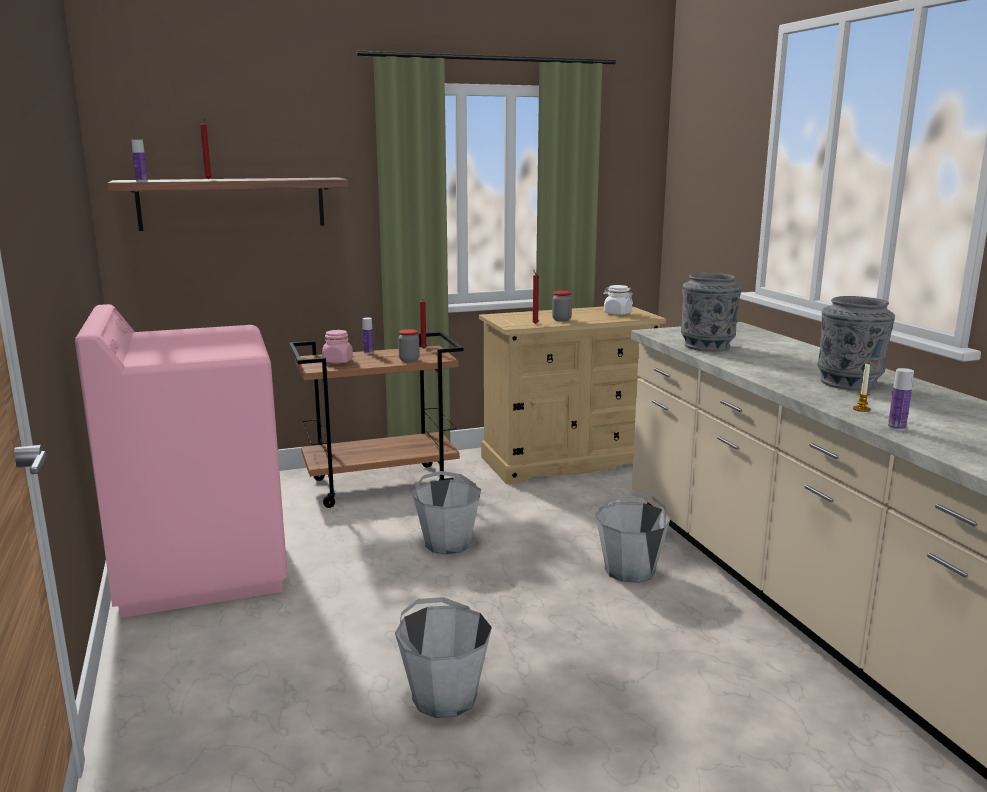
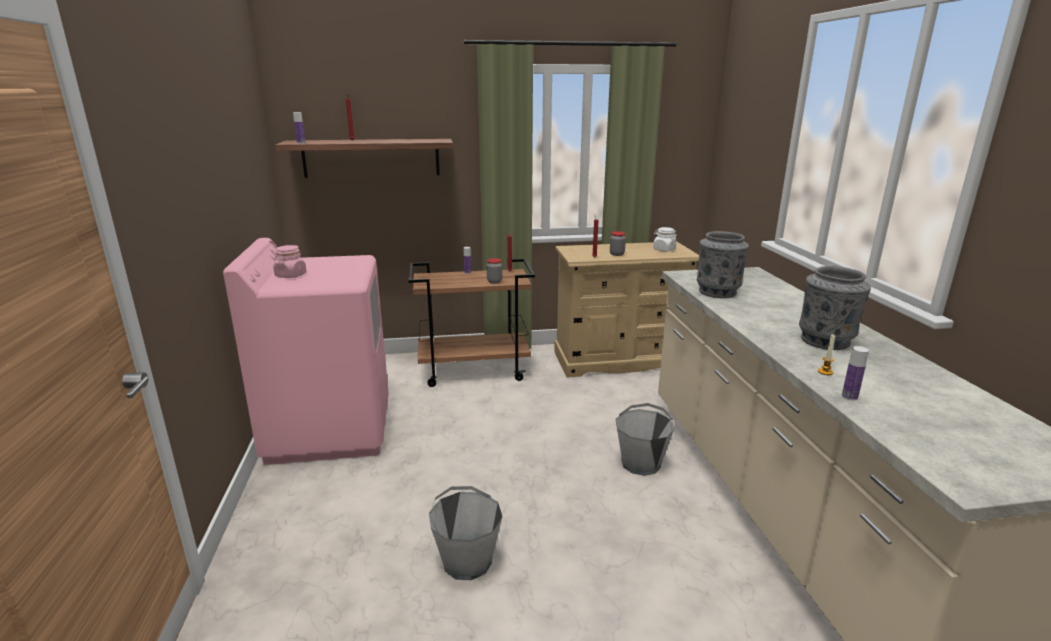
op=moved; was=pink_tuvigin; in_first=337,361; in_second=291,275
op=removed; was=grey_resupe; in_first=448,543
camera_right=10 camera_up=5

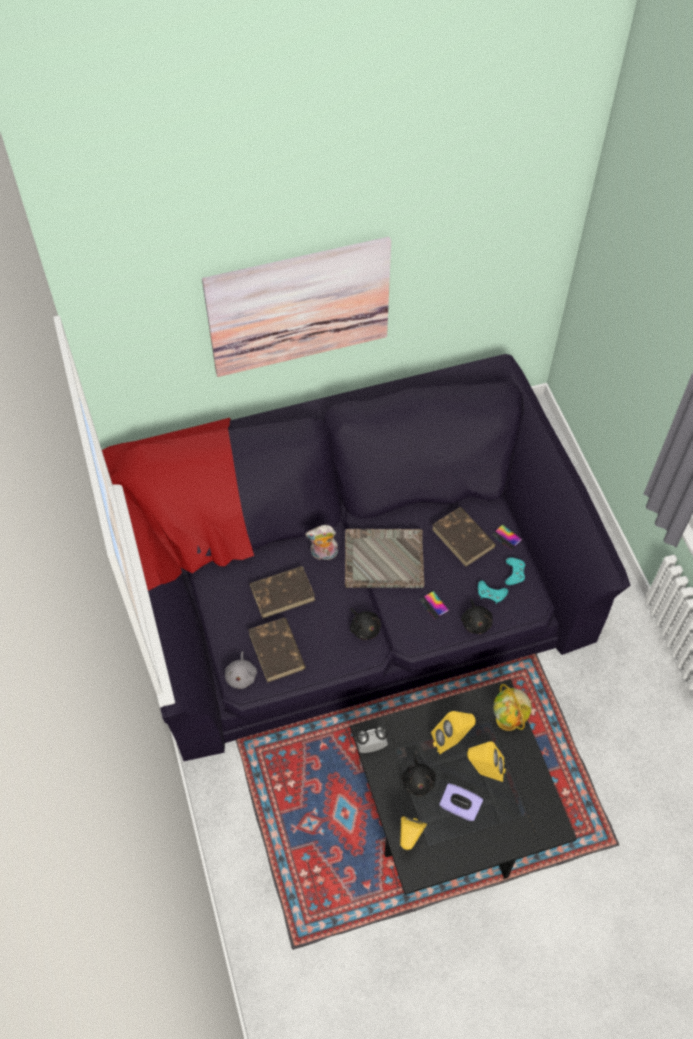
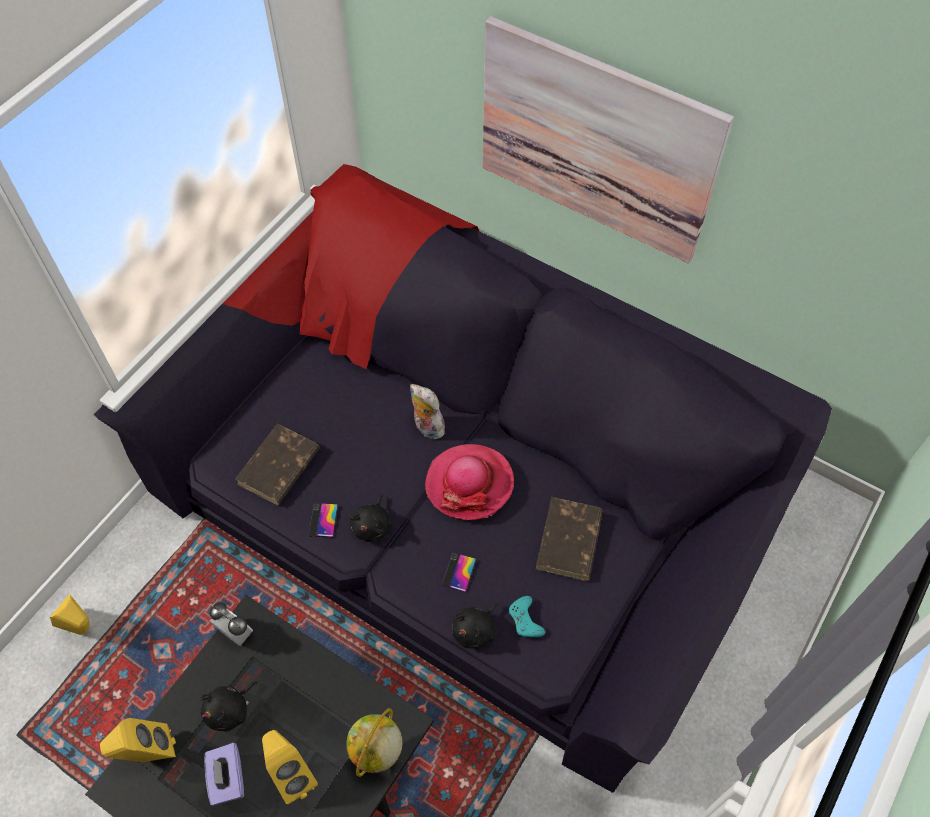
op=moved; was=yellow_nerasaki; in_first=451,741; in_second=83,629
op=moved; was=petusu; in_first=506,537; in_second=323,520
op=replaced; was=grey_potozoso; now=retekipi; in_first=383,559; in_second=469,483
op=removed; was=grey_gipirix; in_first=241,676
op=removed; was=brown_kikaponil; in_first=283,593
op=removed; was=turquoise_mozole; in_first=514,573
camera_right=50 camera_up=0

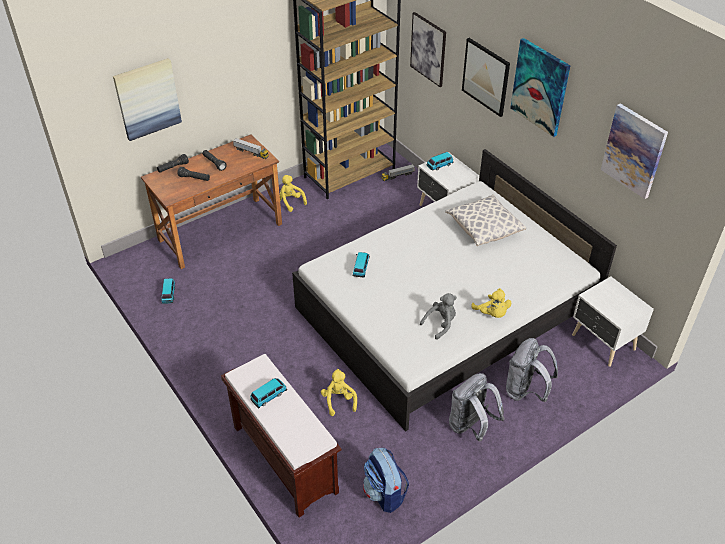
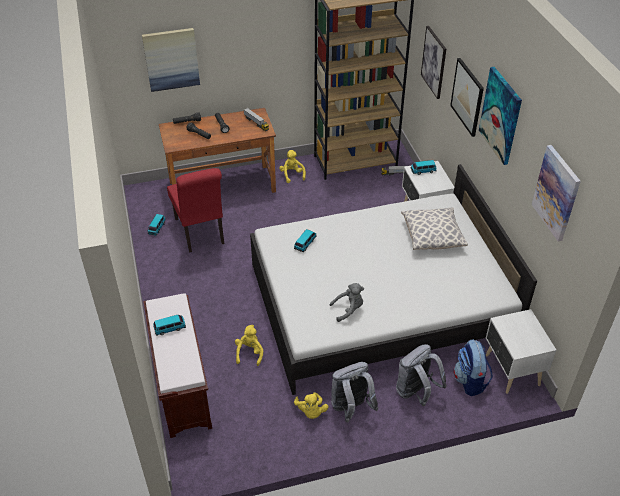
op=added; now=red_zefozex; in_second=201,233
op=moved; was=yellow_gipirix; in_first=492,313; in_second=311,412
op=moved; was=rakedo; in_first=384,493; in_second=470,381
camera_right=20 camera_up=0

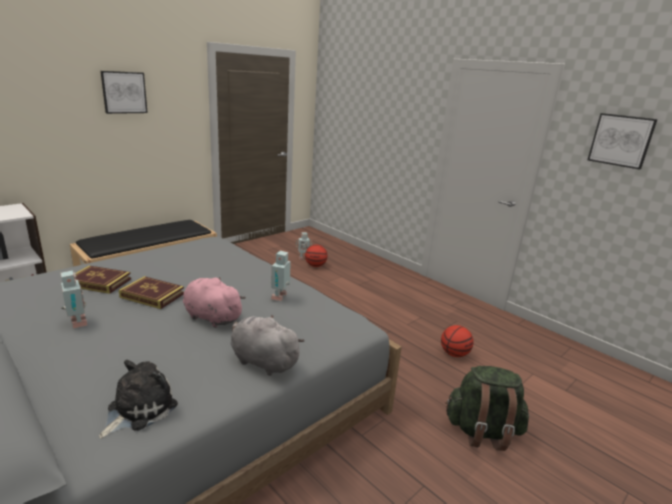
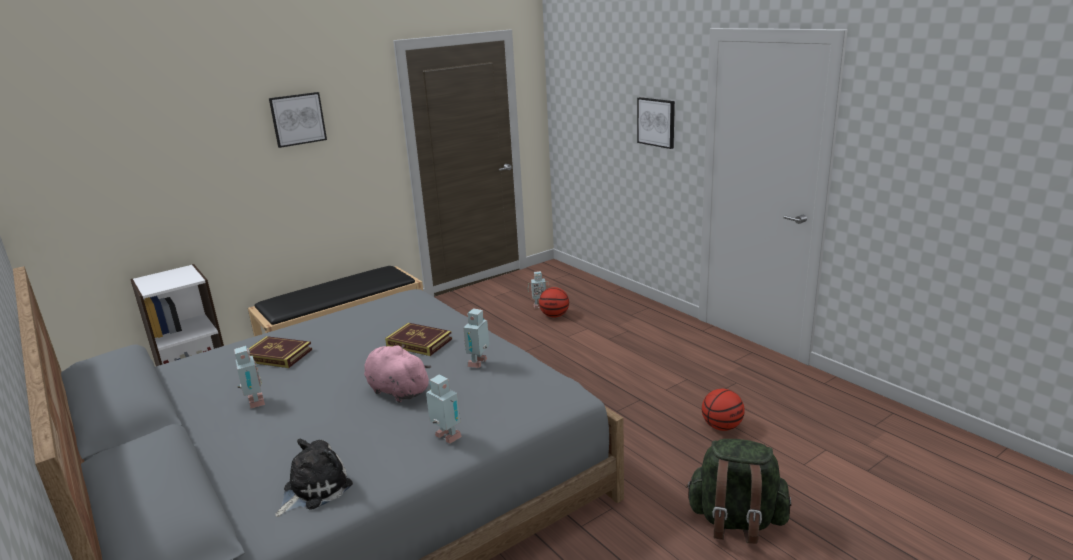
op=moved; was=kikaponil; in_first=152,295; in_second=419,342
op=replaced; was=grey_gipirix; now=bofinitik; in_first=262,361; in_second=447,438
op=moved; was=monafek; in_first=621,140; in_second=656,122
camera_right=10 camera_up=0

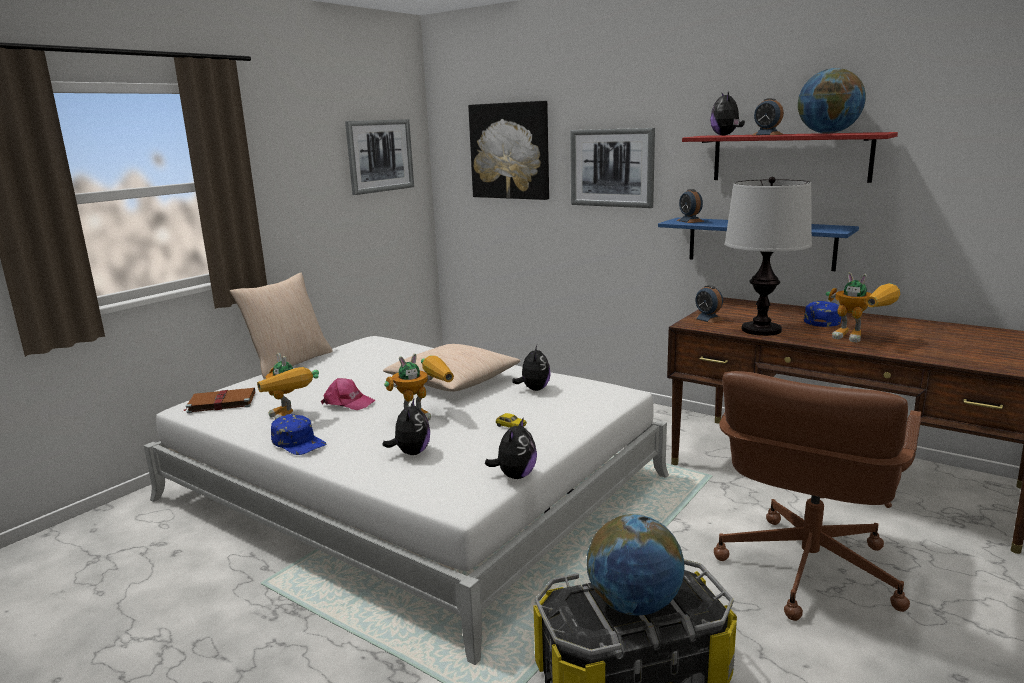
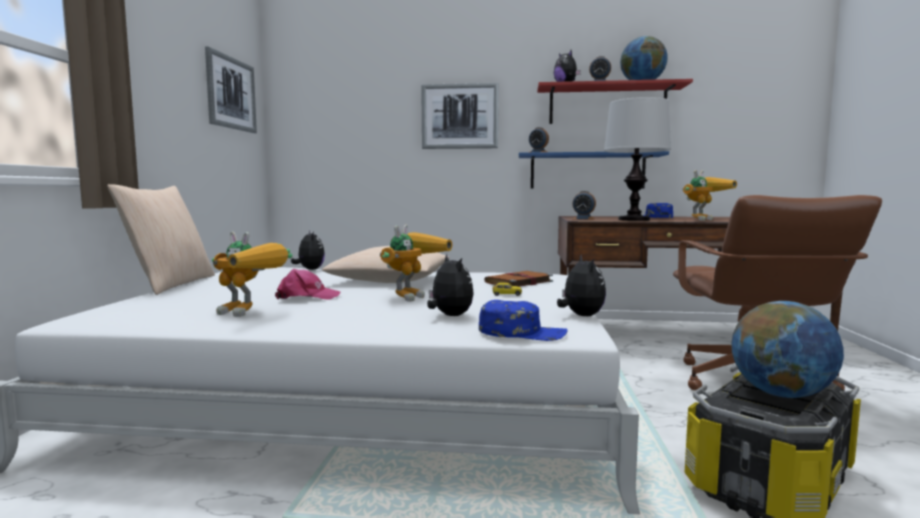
op=moved; was=gipirix; in_first=534,389; in_second=309,269
op=moved; was=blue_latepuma; in_first=299,442; in_second=522,332
op=moved; was=brown_kikaponil; in_first=220,403; in_second=518,282
op=turned; was=bofinitik; in_first=861,339; in_second=703,219; clockwise=-45
op=removed; was=monafek; in_first=510,151
camera_right=-30 camera_up=-10

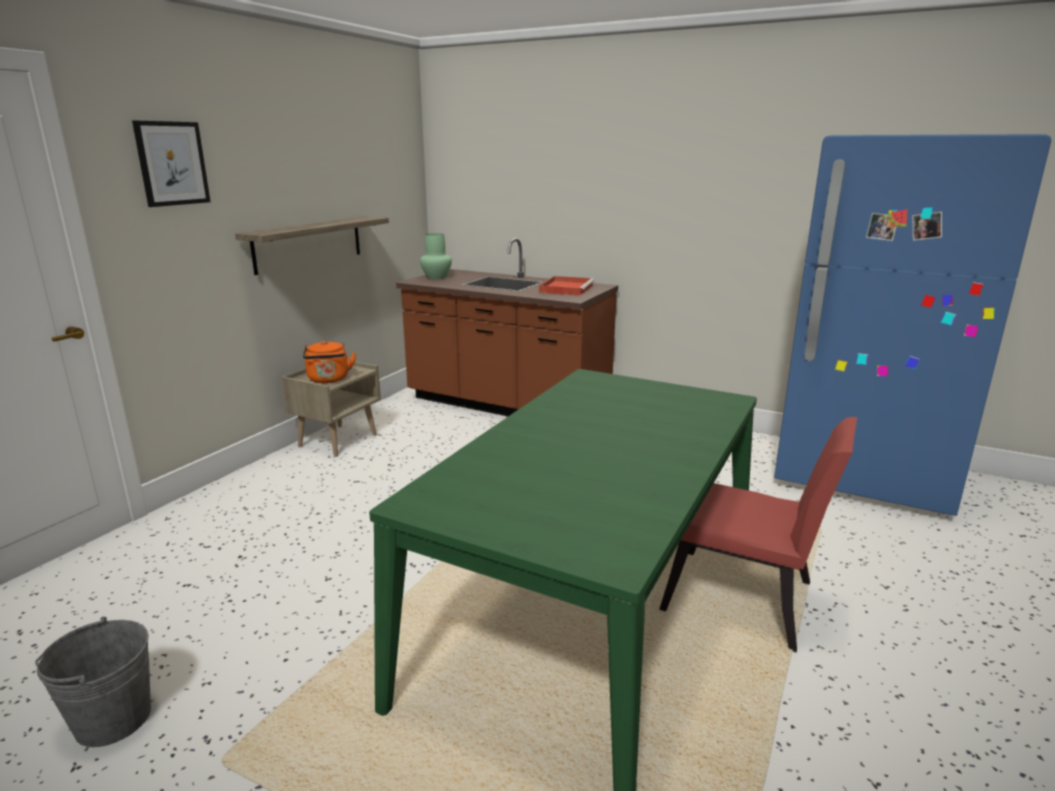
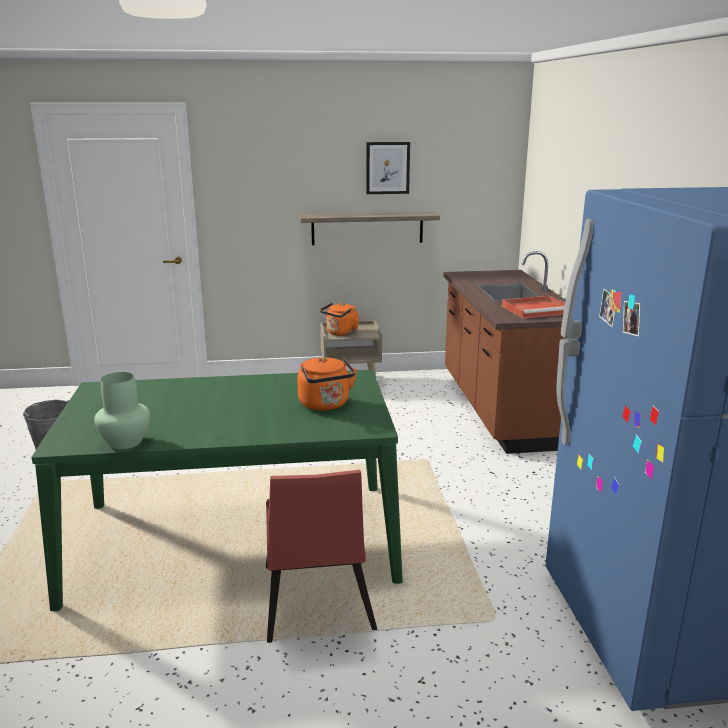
op=moved; was=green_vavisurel; in_first=436,277; in_second=125,442
op=added; now=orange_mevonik; in_second=325,405
op=moved; was=monafek; in_first=172,163; in_second=387,168
camera_right=55 camera_up=0

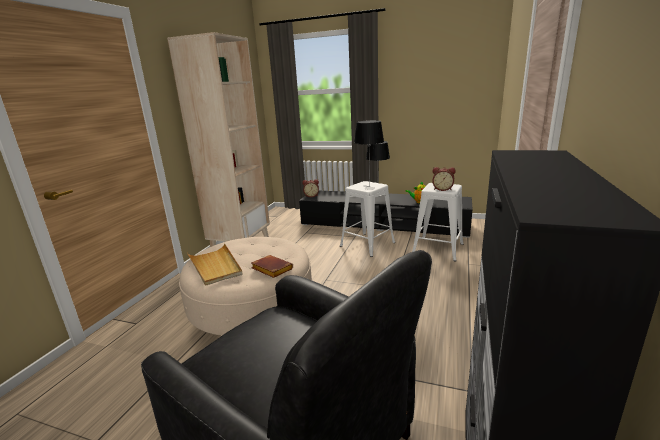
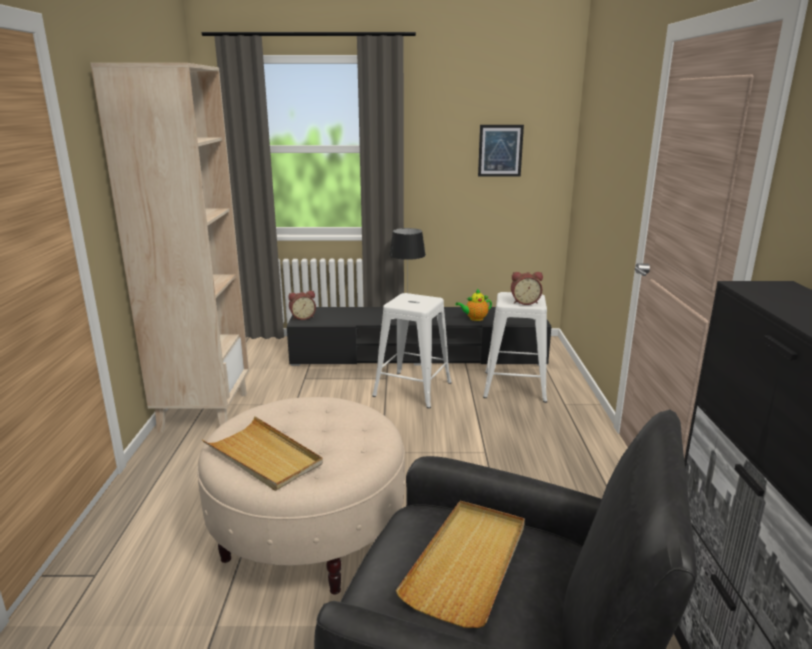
op=added; now=beige_potozoso; in_second=468,563
op=added; now=monafek; in_second=500,150
op=removed; was=brown_kikaponil; in_first=270,269
op=removed; was=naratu; in_first=369,188
camera_right=-20 camera_up=0

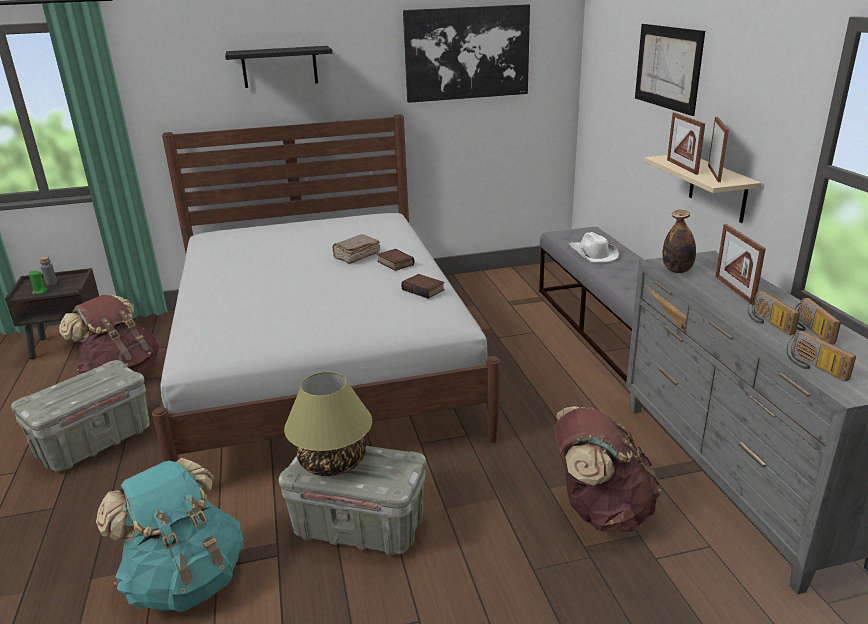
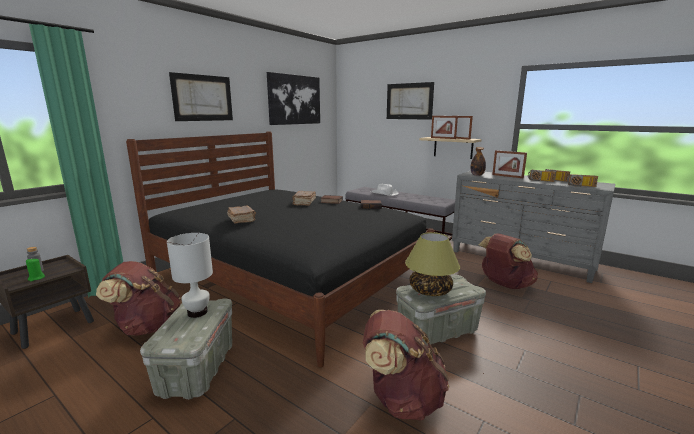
op=recoloured; was=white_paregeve; now=black_paregeve; in_first=322,364; in_second=290,277
op=added; now=white_naratu; in_second=198,312
op=replaced; was=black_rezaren; now=monafek; in_first=279,67; in_second=203,98
op=added; now=brown_kikaponil; in_second=242,220
op=recoloured; was=turquoise_rakedo; now=brown_rakedo; in_first=186,580; in_second=401,398
camera_right=-40 camera_up=-10

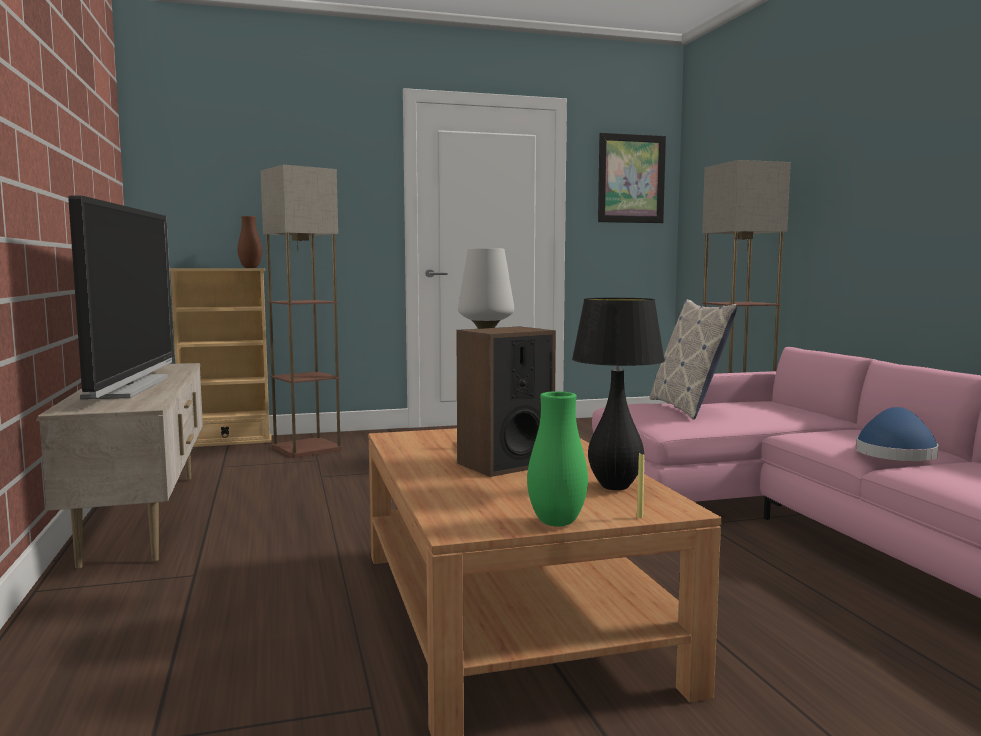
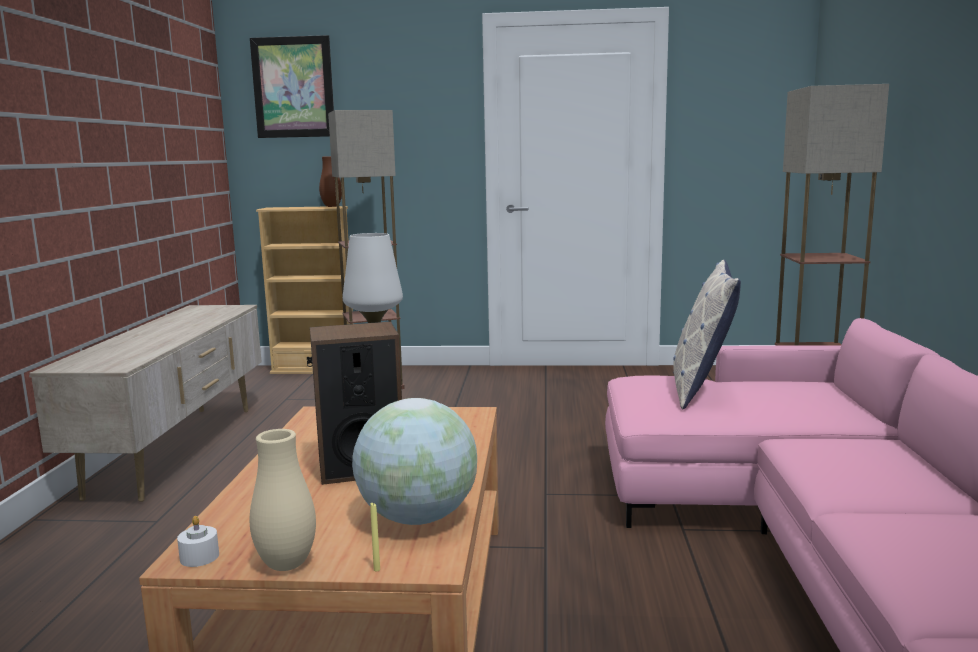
op=added; now=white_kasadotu; in_second=199,557
op=moved; was=monafek; in_first=631,179; in_second=293,87
op=recoloured; was=green_vavisurel; now=beige_vavisurel; in_first=556,523; in_second=286,564
op=replaced; was=black_naratu; now=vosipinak; in_first=615,487; in_second=417,518
op=removed; was=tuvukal; in_first=128,387
op=removed; was=blue_retekipi; in_first=894,453
camera_right=20 camera_up=5

